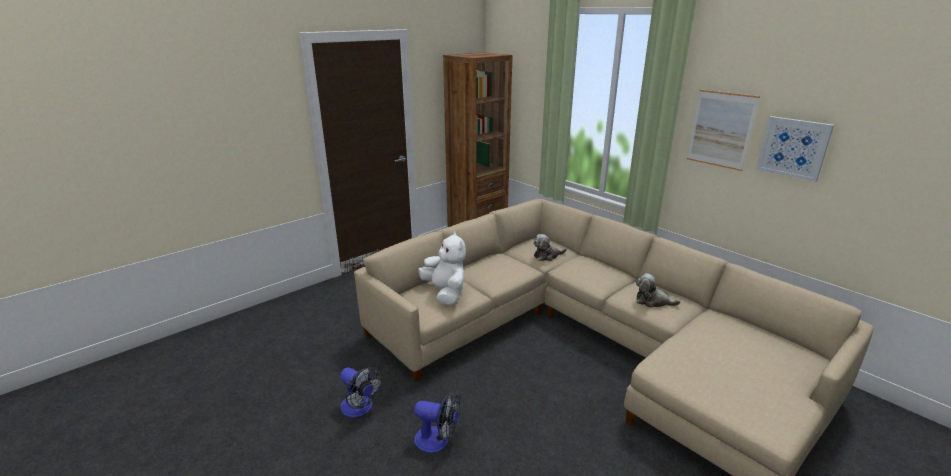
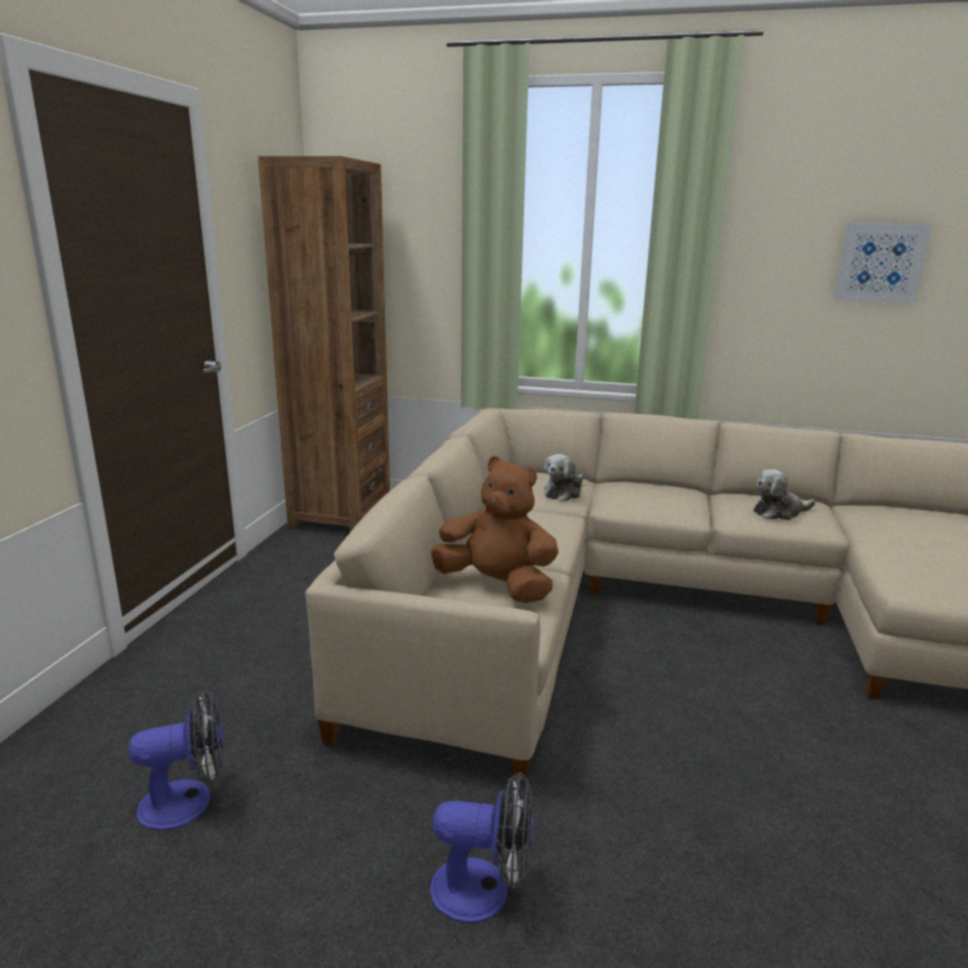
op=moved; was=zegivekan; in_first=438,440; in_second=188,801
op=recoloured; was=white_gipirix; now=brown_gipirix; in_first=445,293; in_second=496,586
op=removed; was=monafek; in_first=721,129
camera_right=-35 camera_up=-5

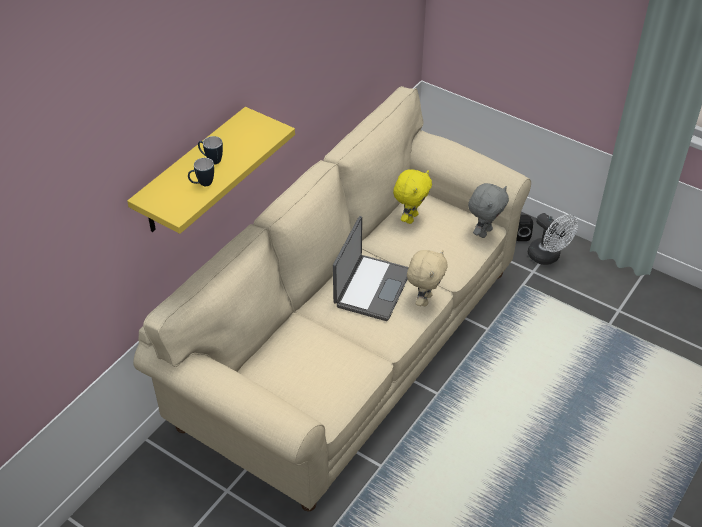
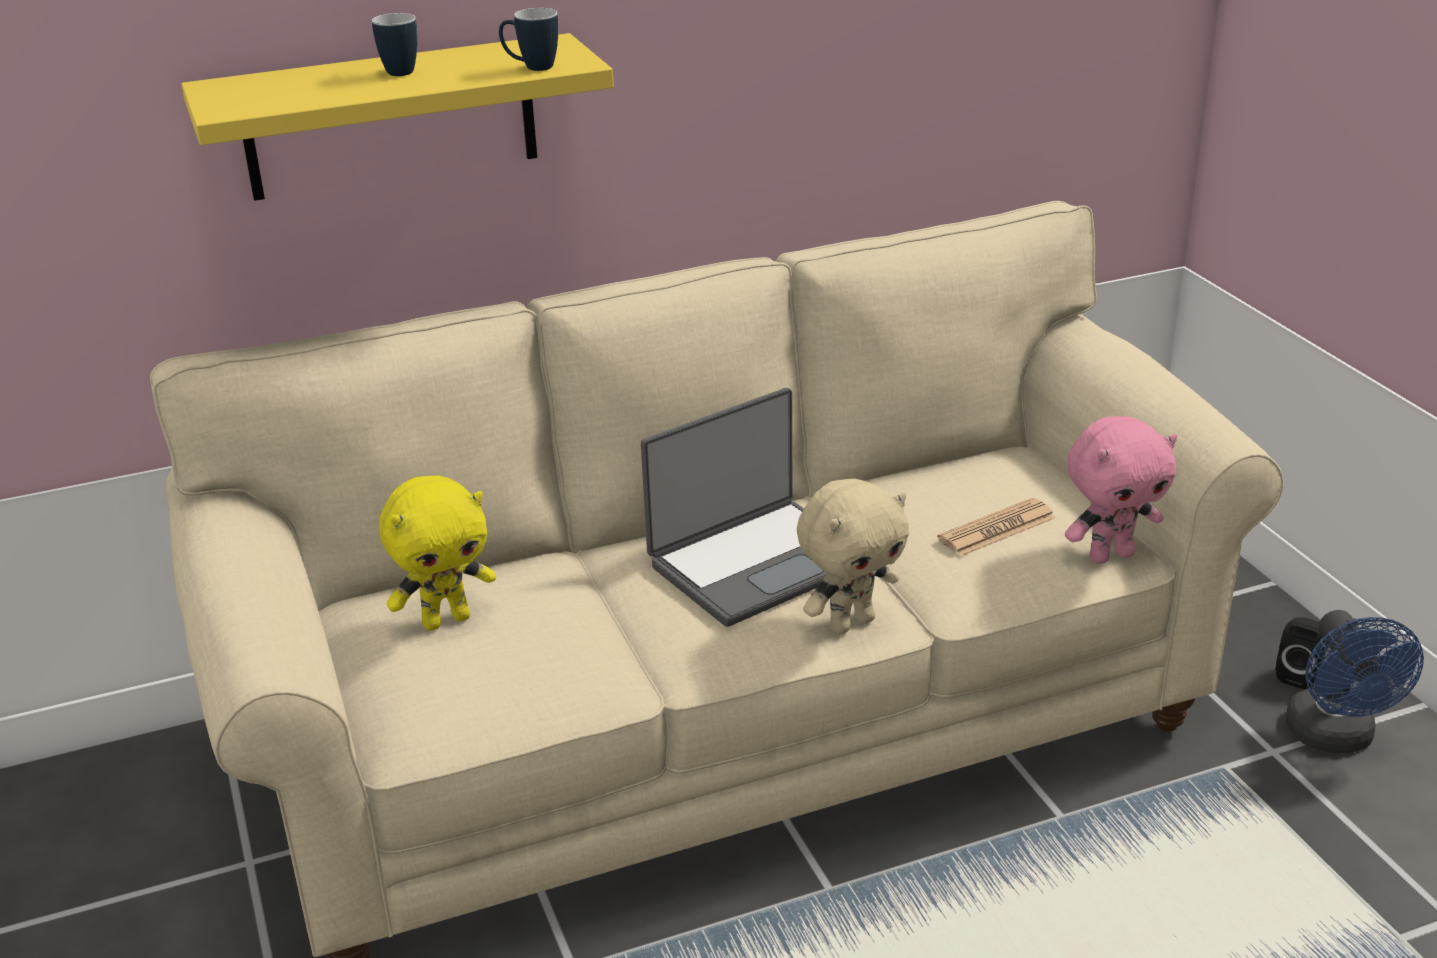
op=moved; was=yellow_gipirix; in_first=410,218; in_second=446,620
op=moved; was=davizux; in_first=202,184; in_second=531,68
op=added; now=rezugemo; in_second=997,529
op=recoloured; was=grey_gipirix; now=pink_gipirix; in_first=484,232; in_second=1110,555
op=recoloured; was=white_zegivekan; now=blue_zegivekan; in_first=548,257; in_second=1335,738
camera_right=35 camera_up=-15

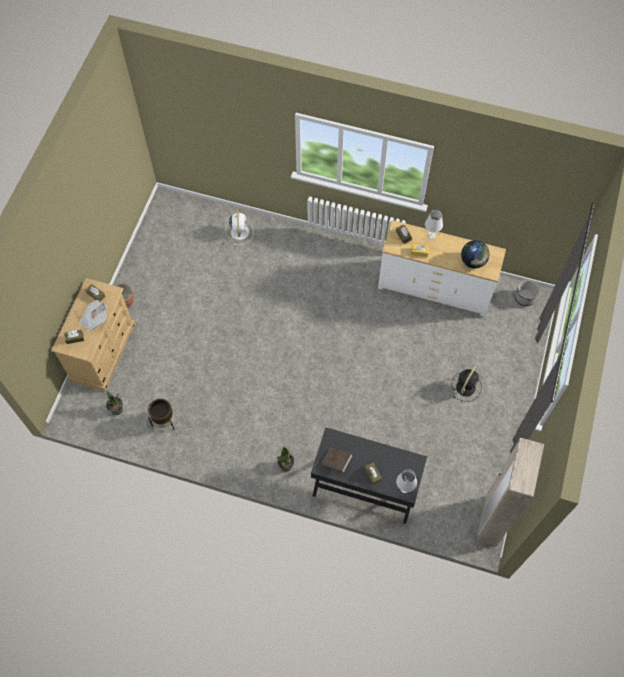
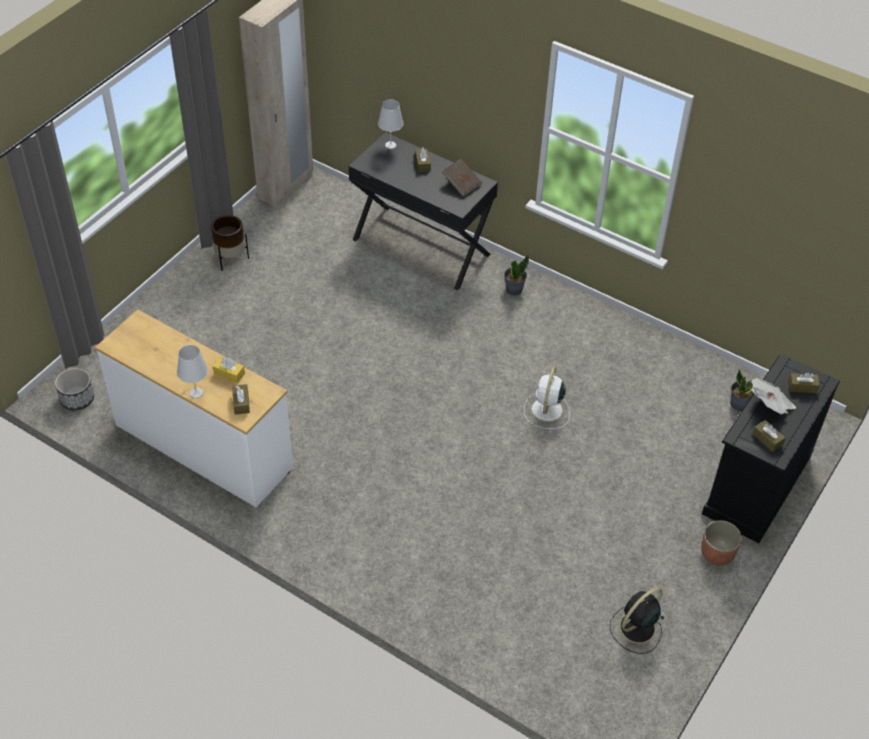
op=moved; was=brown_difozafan; in_first=164,421; in_second=230,259
op=moved; was=white_zegivekan; in_first=240,231; in_second=546,411
op=moved; was=black_zegivekan; in_first=466,386; in_second=636,628
op=recoloured; was=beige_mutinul; now=black_mutinul; in_first=103,352; in_second=756,485
op=removed; was=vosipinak; in_first=473,261
camera_right=-165 camera_up=-15

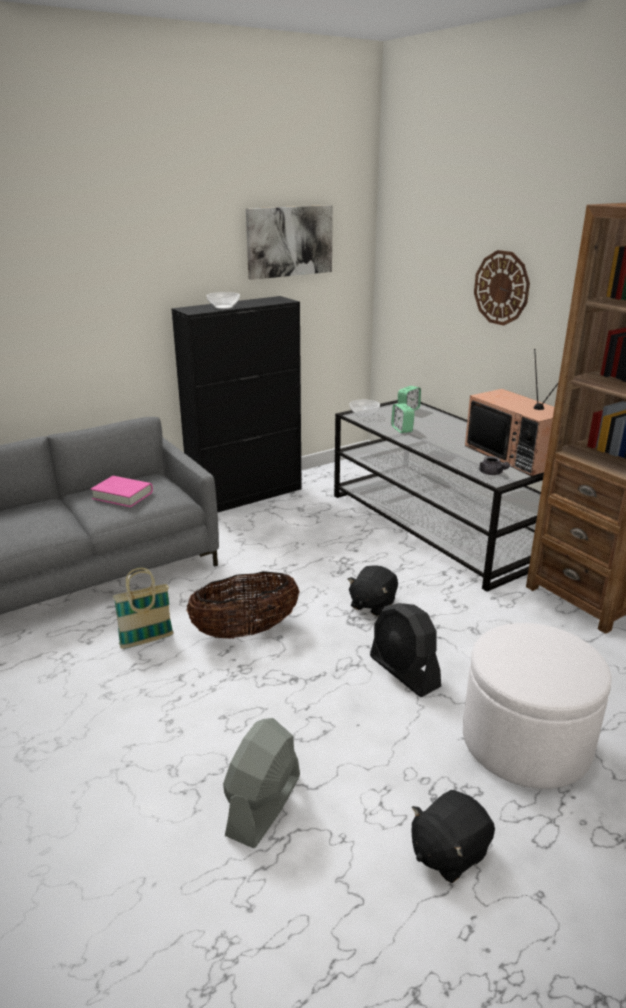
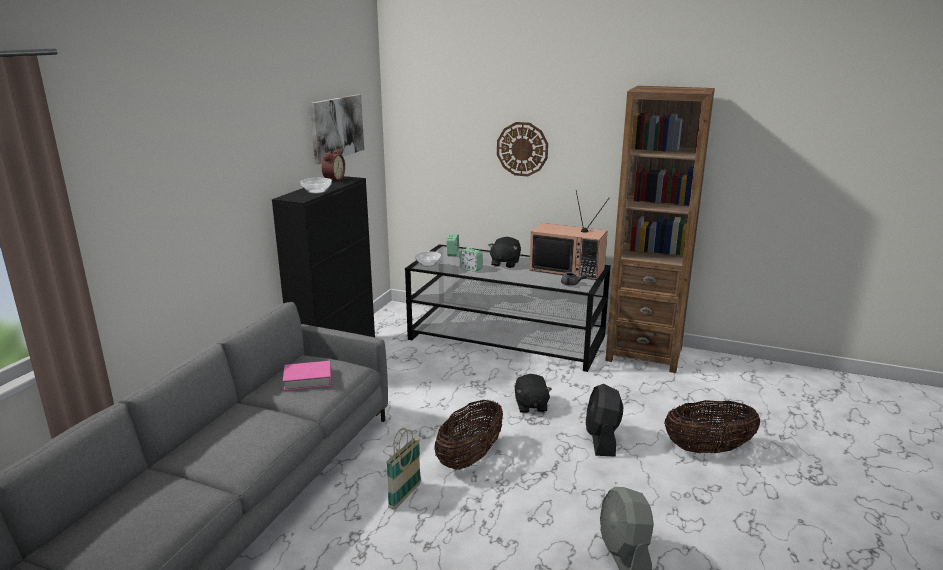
op=added; now=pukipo; in_second=333,179
op=moved; was=black_gipirix; in_first=448,852; in_second=504,263
op=turned; was=black_zegivekan; in_first=404,672; in_second=602,439; clockwise=75
op=replaced; was=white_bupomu; now=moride; in_first=526,742; in_second=708,449
camera_right=-35 camera_up=-5

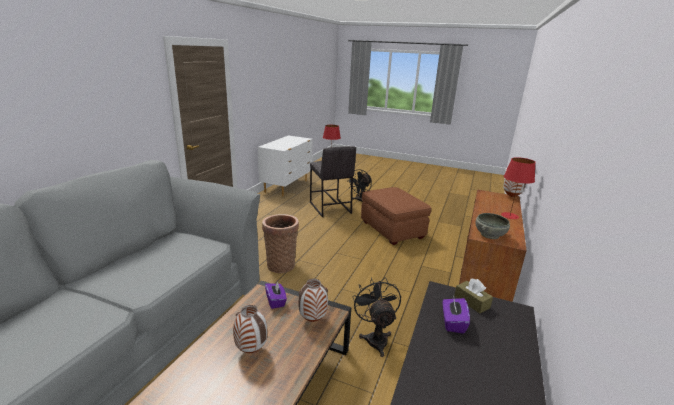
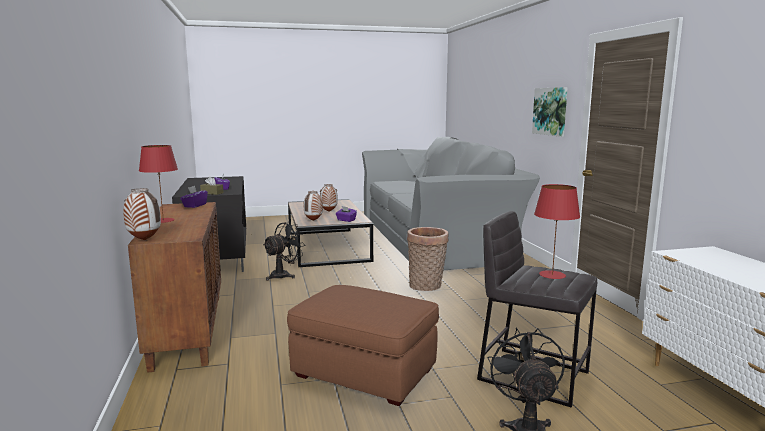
op=replaced; was=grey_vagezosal; now=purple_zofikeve; in_first=489,235; in_second=194,205
op=turned; was=black_zegivekan; in_first=375,338; in_second=284,275; clockwise=-90
op=added; now=monafek; in_second=550,111
camera_right=145 camera_up=-10

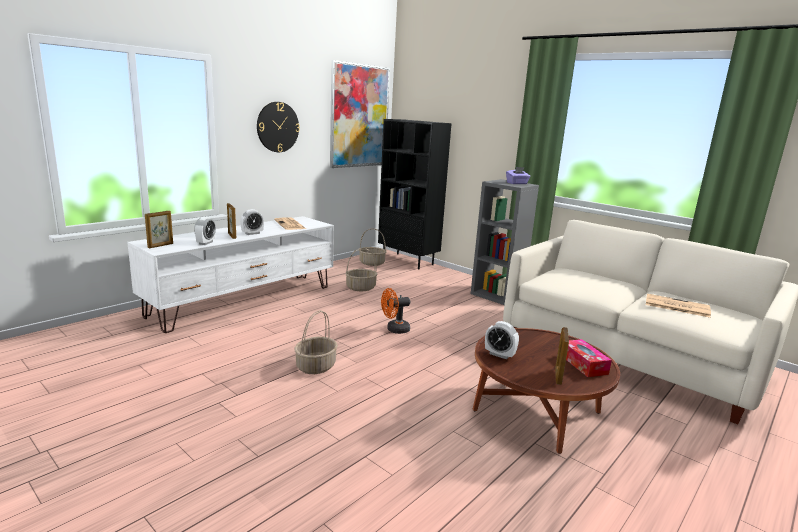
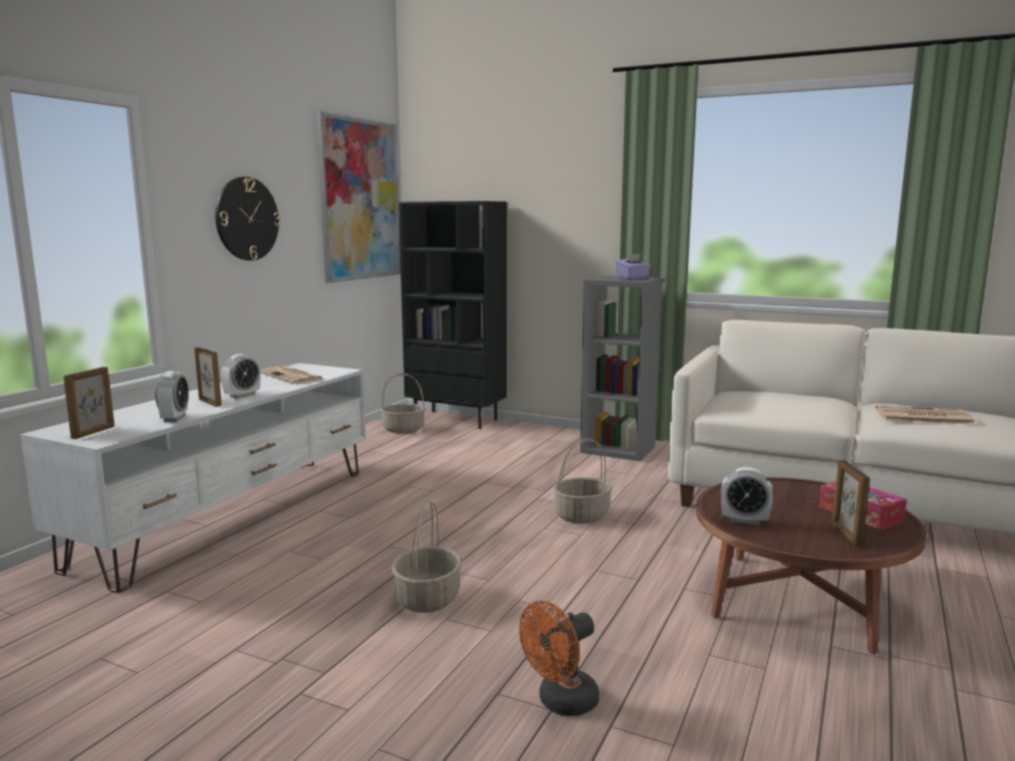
op=moved; was=orange_zegivekan; in_first=394,330; in_second=561,703
op=moved; was=moride; in_first=361,288; in_second=582,515
camera_right=-15 camera_up=-5

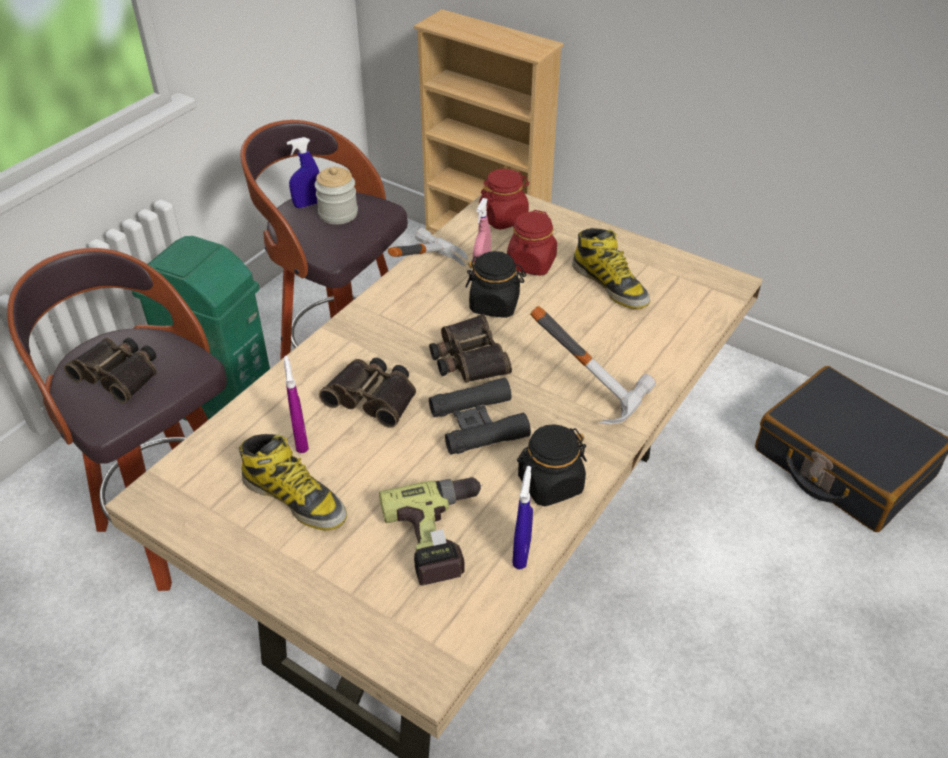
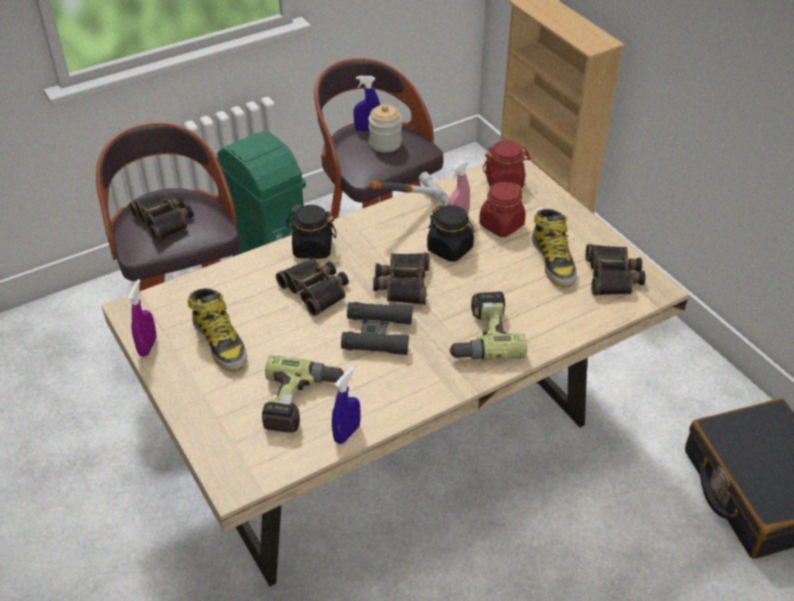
op=moved; was=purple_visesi; in_first=301,440; in_second=147,346
op=moved; was=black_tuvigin; in_first=550,484; in_second=312,248
op=replaced; was=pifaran; now=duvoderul; in_first=593,388; in_second=482,336
op=added; now=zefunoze; in_second=613,276
camera_right=25 camera_up=0

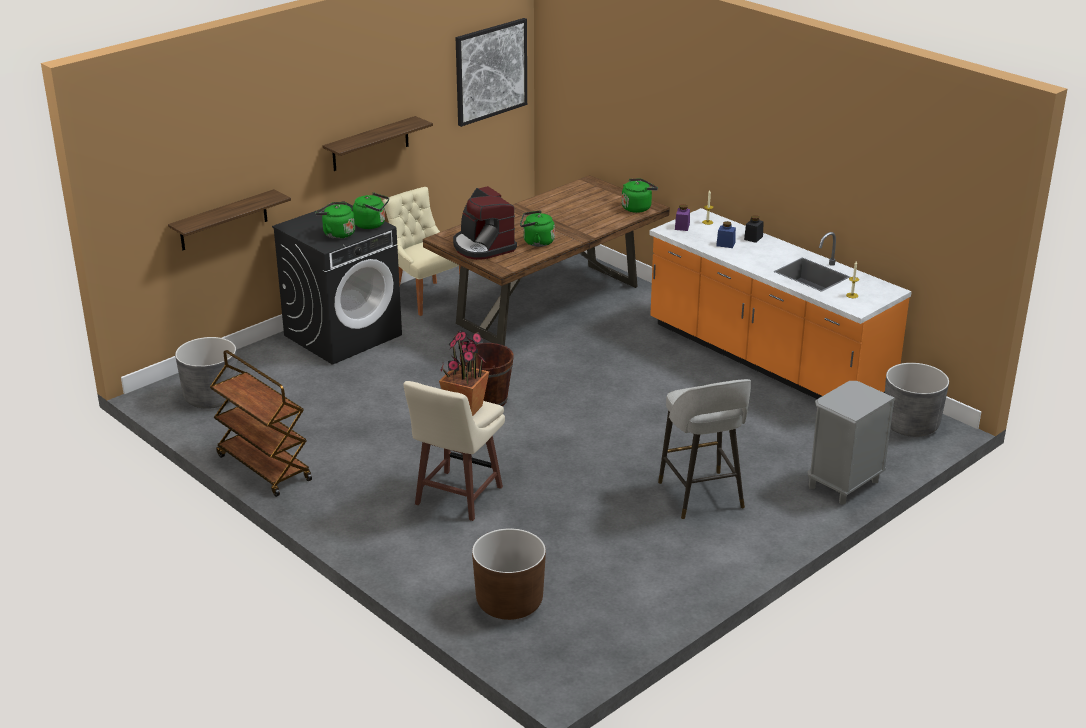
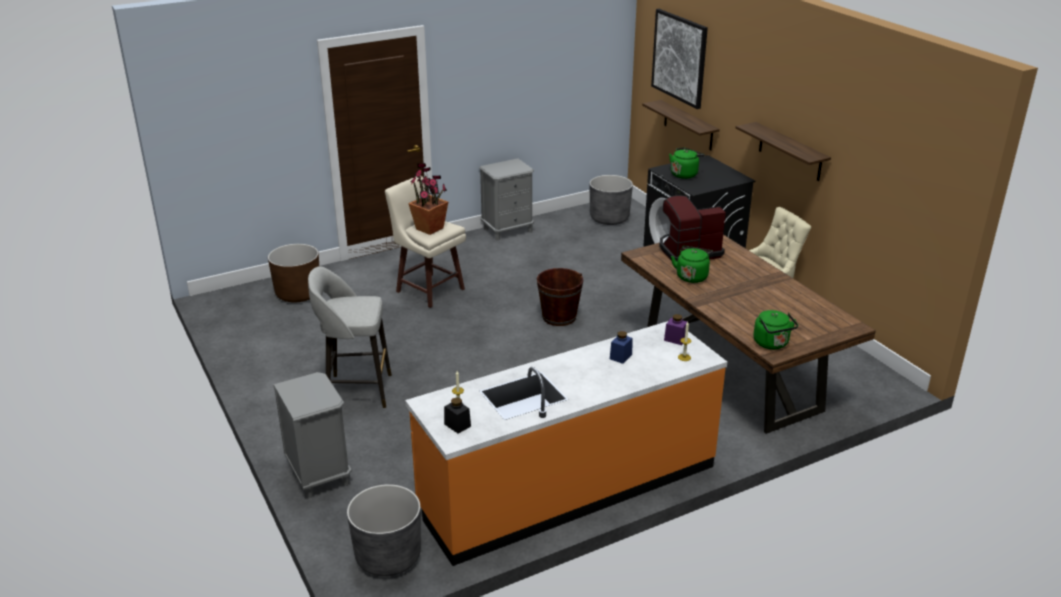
op=moved; was=black_tuvigin; in_first=753,238; in_second=457,425
op=replaced; was=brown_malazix; now=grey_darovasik; in_first=263,467; in_second=508,230
op=moved; was=monafek; in_first=491,71; in_second=679,58
op=removed; was=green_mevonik; in_first=372,224
camera_right=105 camera_up=0

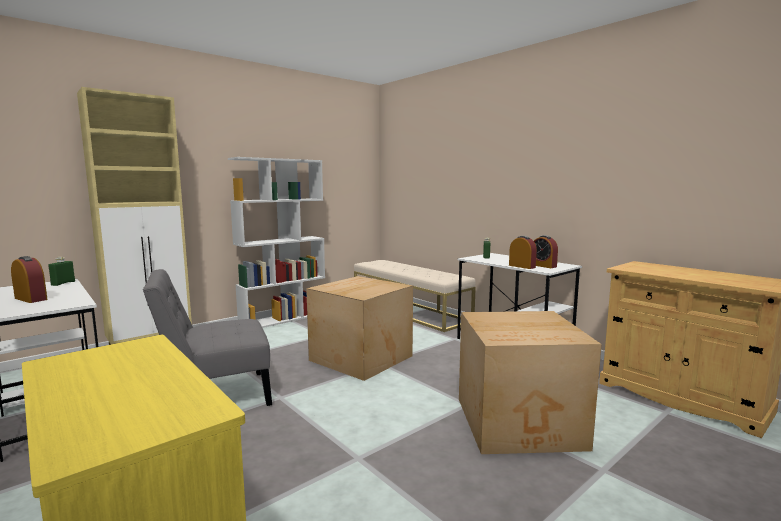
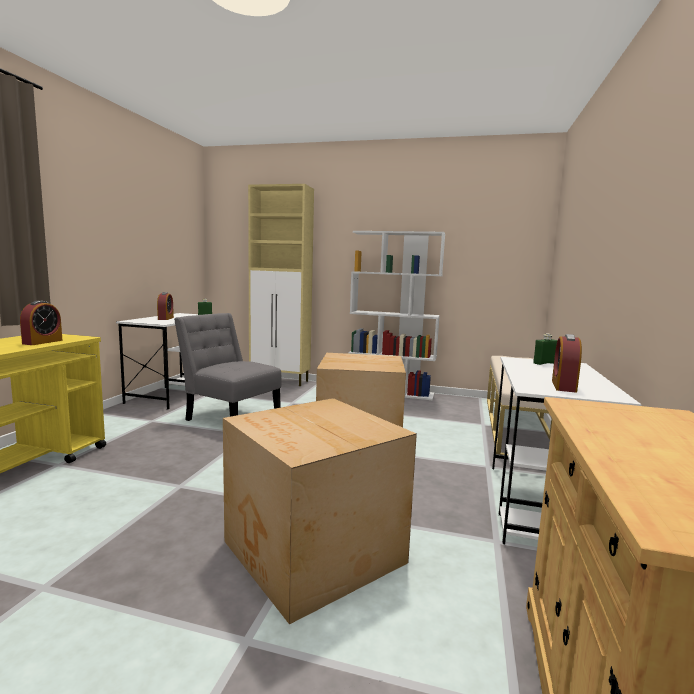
op=moved; was=pukipo; in_first=522,266; in_second=42,342
camera_right=55 camera_up=0

